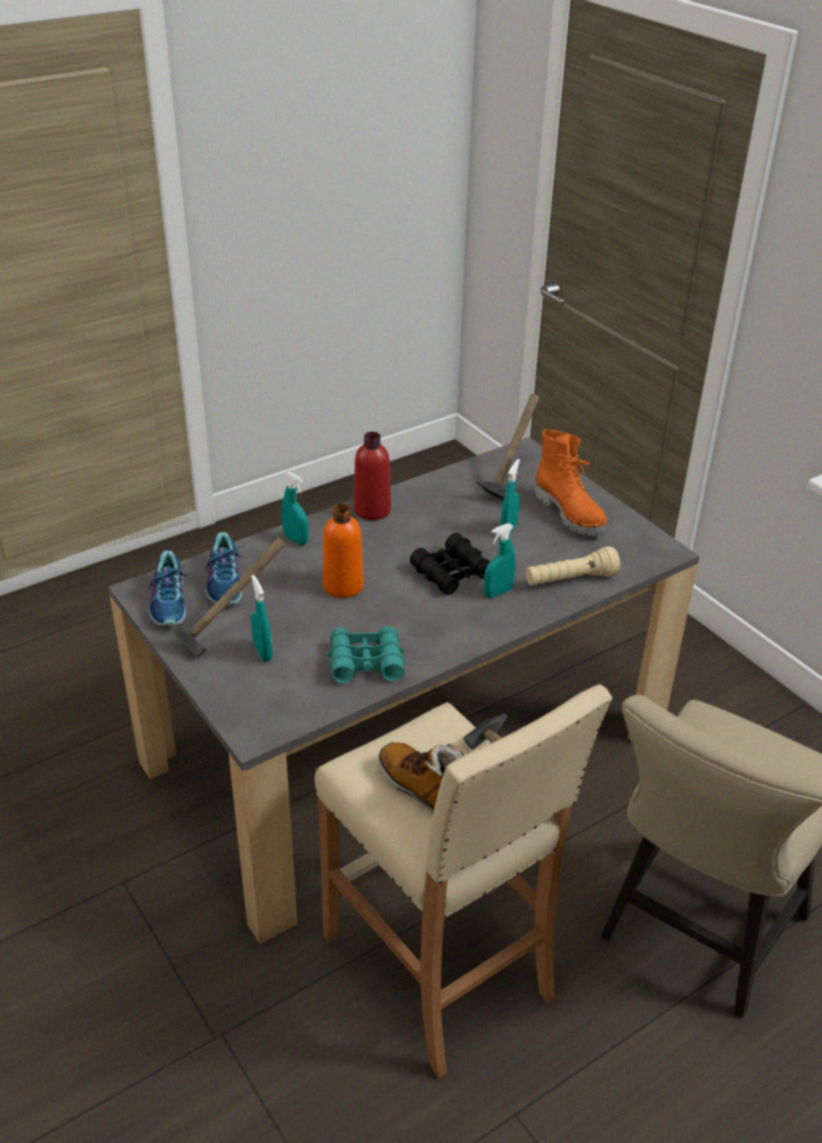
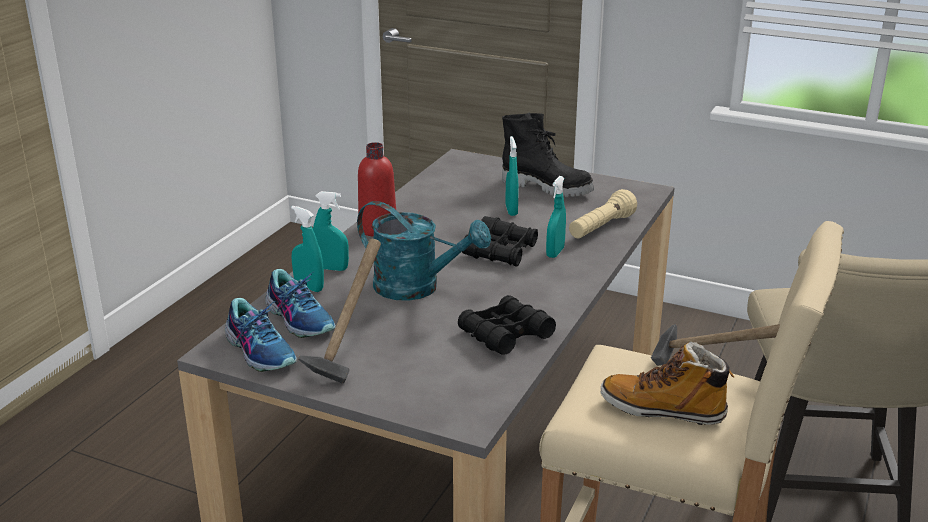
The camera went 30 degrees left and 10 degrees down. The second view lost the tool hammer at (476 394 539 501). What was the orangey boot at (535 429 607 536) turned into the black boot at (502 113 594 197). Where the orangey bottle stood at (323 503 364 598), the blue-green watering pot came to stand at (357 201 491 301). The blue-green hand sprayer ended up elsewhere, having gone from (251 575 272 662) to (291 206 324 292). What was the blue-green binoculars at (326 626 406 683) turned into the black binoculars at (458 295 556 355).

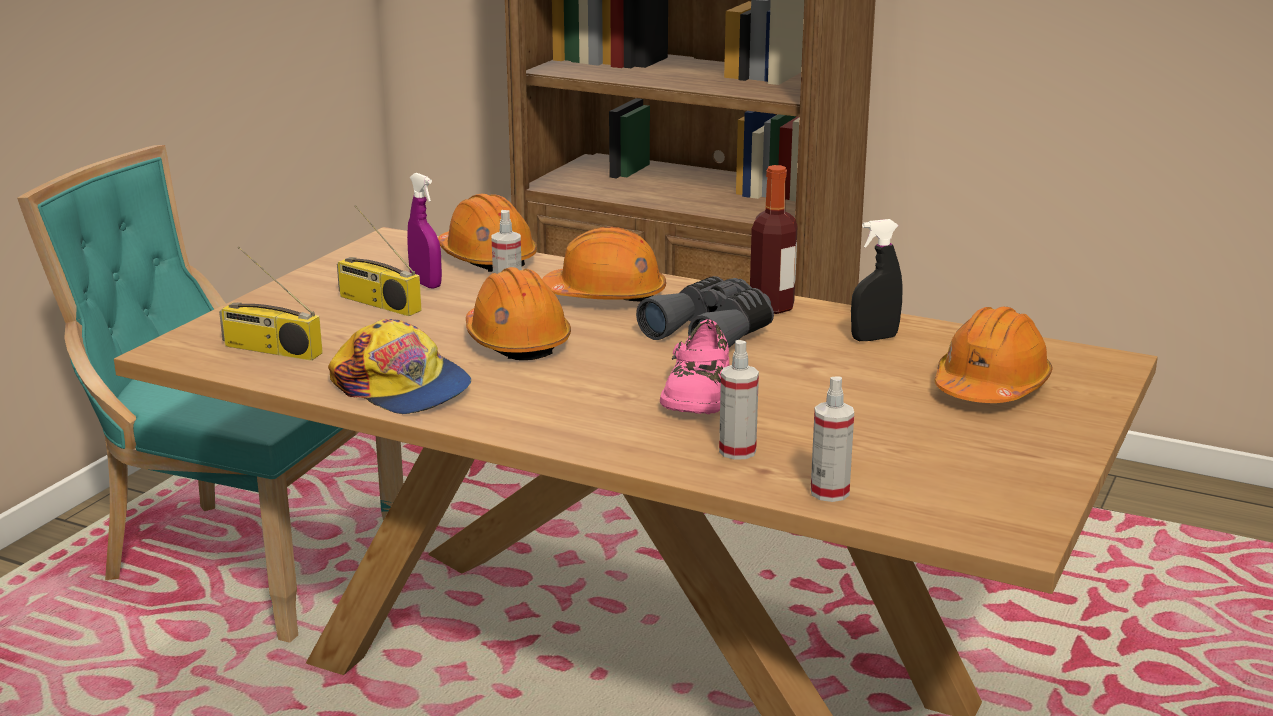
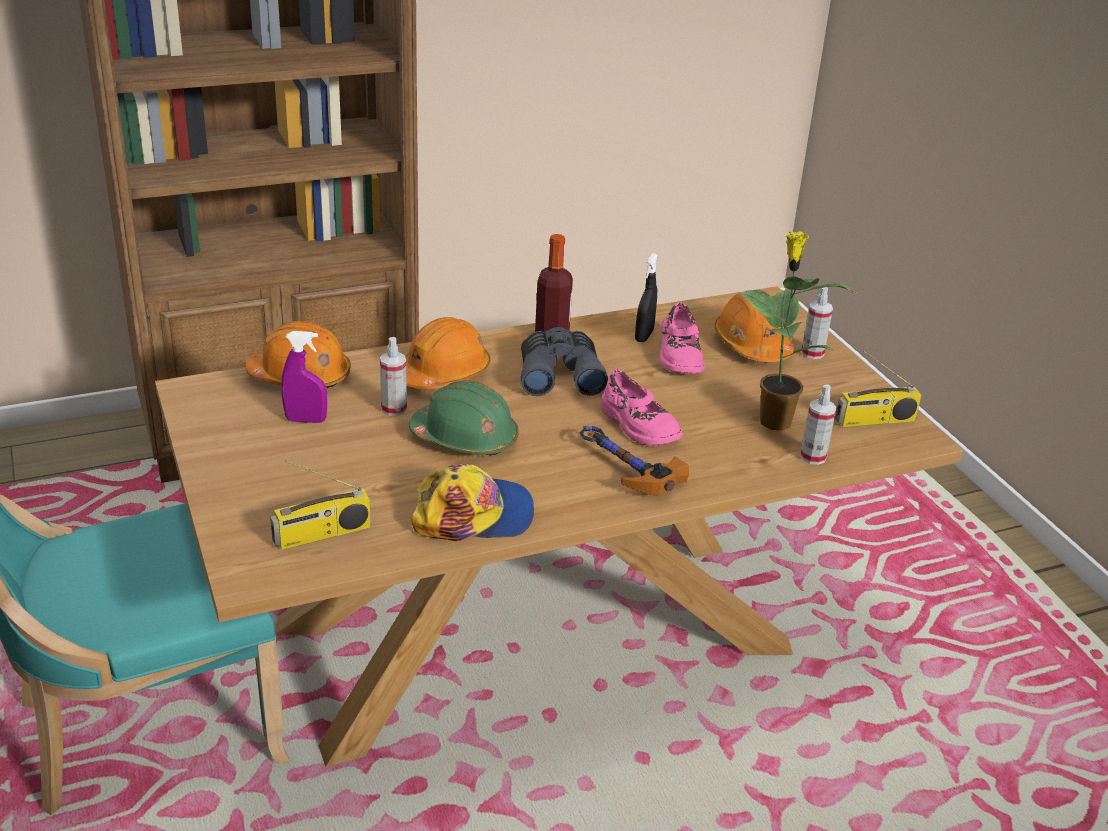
The camera went 50 degrees left and 10 degrees up. The radio receiver ended up elsewhere, having gone from (337 205 422 316) to (835 351 921 427). What was the orangey safety helmet at (466 267 571 360) turned into the green-coloured safety helmet at (409 381 519 456). The hand sprayer ended up elsewhere, having gone from (719 340 759 460) to (801 287 833 359). The second view gained the potted plant at (739 231 857 431). The second view gained the pink low shoe at (660 303 704 374). The second view gained the tool hammer at (580 426 689 495).

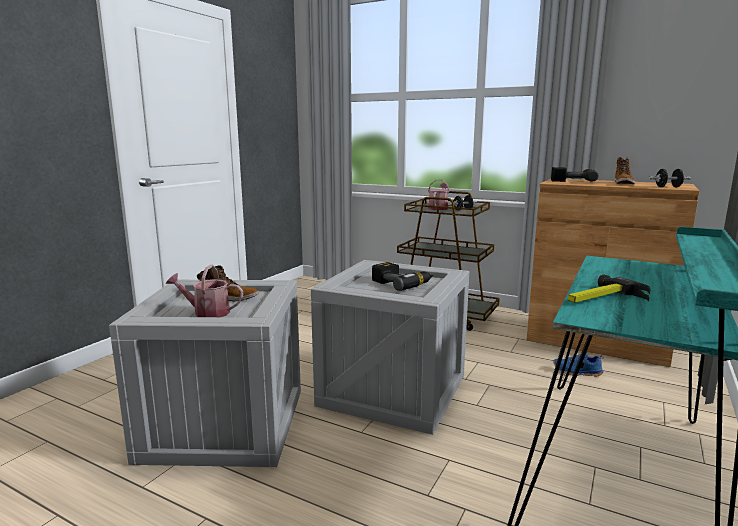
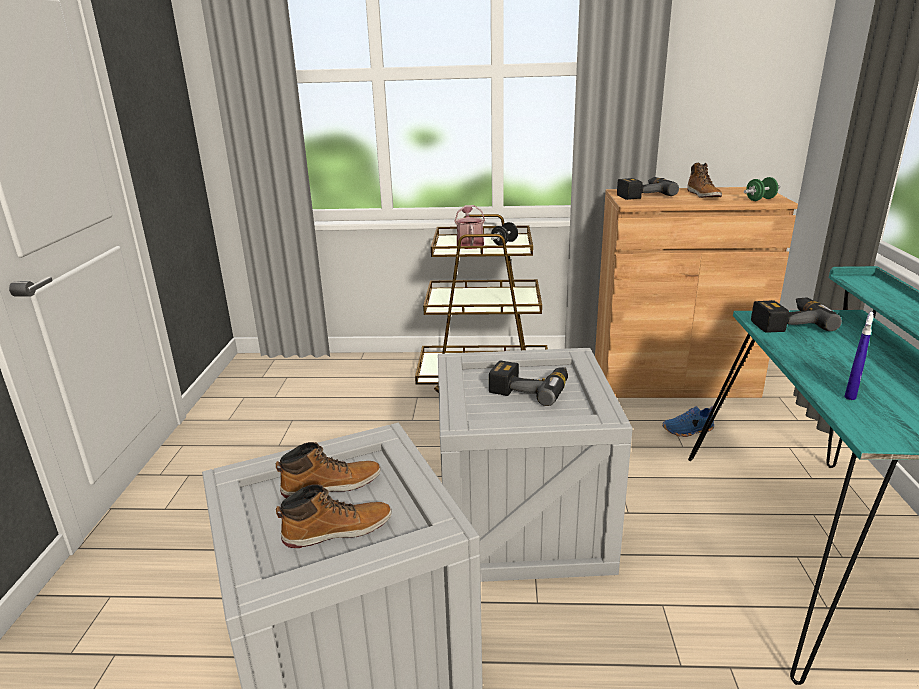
The camera went 25 degrees left and 10 degrees up. What was the black hand weight at (649 169 691 187) turned into the green-coloured hand weight at (744 177 781 201). Where the watering pot stood at (166 265 243 317), the boot came to stand at (276 484 392 548). Where the tool hammer stood at (568 274 650 303), the blue hand sprayer came to stand at (844 312 874 400). The second view gained the power drill at (751 298 842 333).

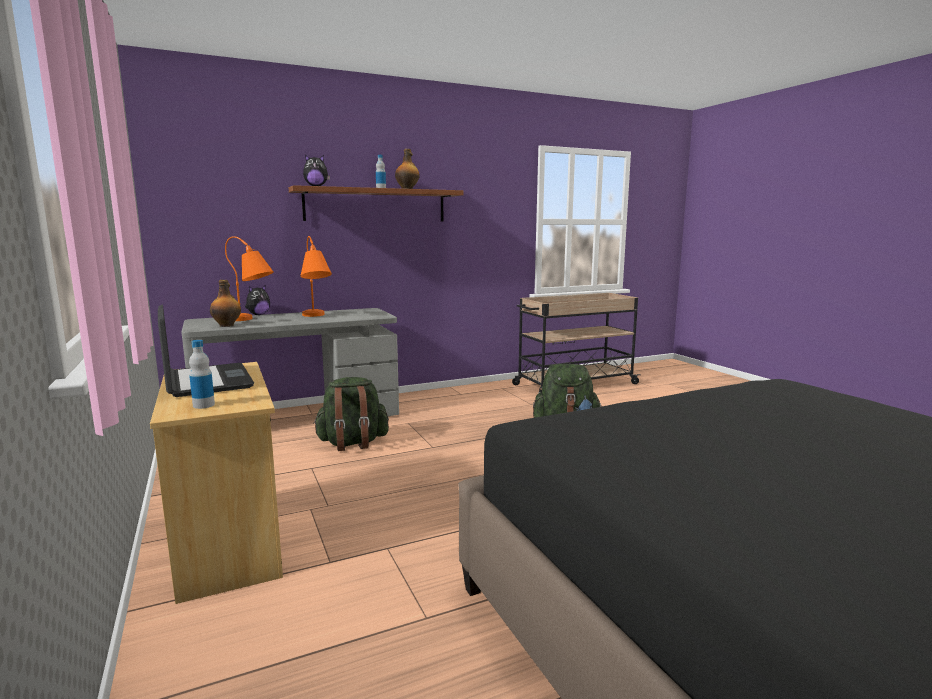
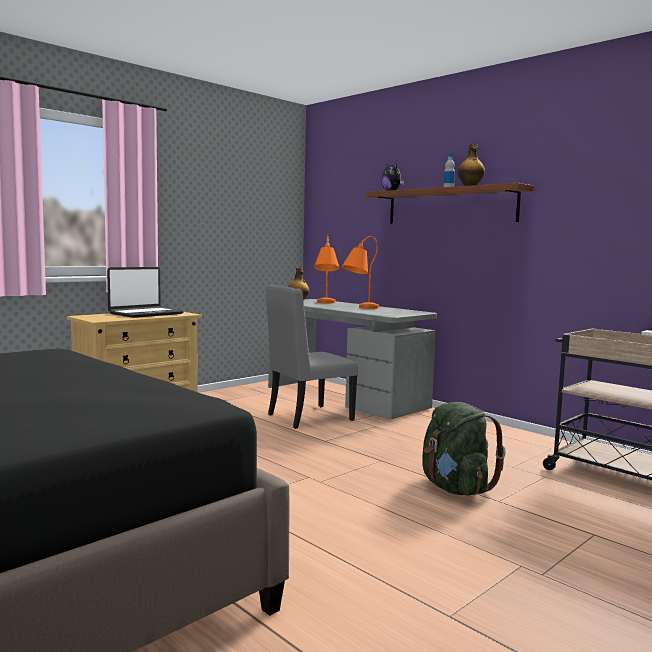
The camera went 70 degrees right and 5 degrees down. The second view lost the plush toy at (245 285 270 315). The second view lost the bottle at (189 340 215 409). Where the green-coloured backpack stood at (313 377 389 451), the grey plain chair came to stand at (265 285 358 429).

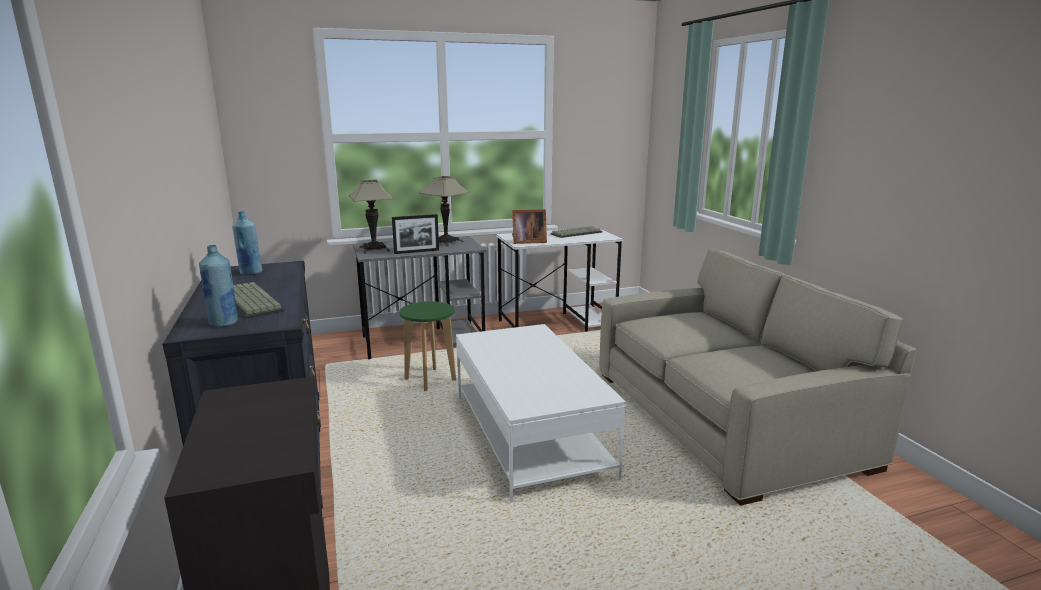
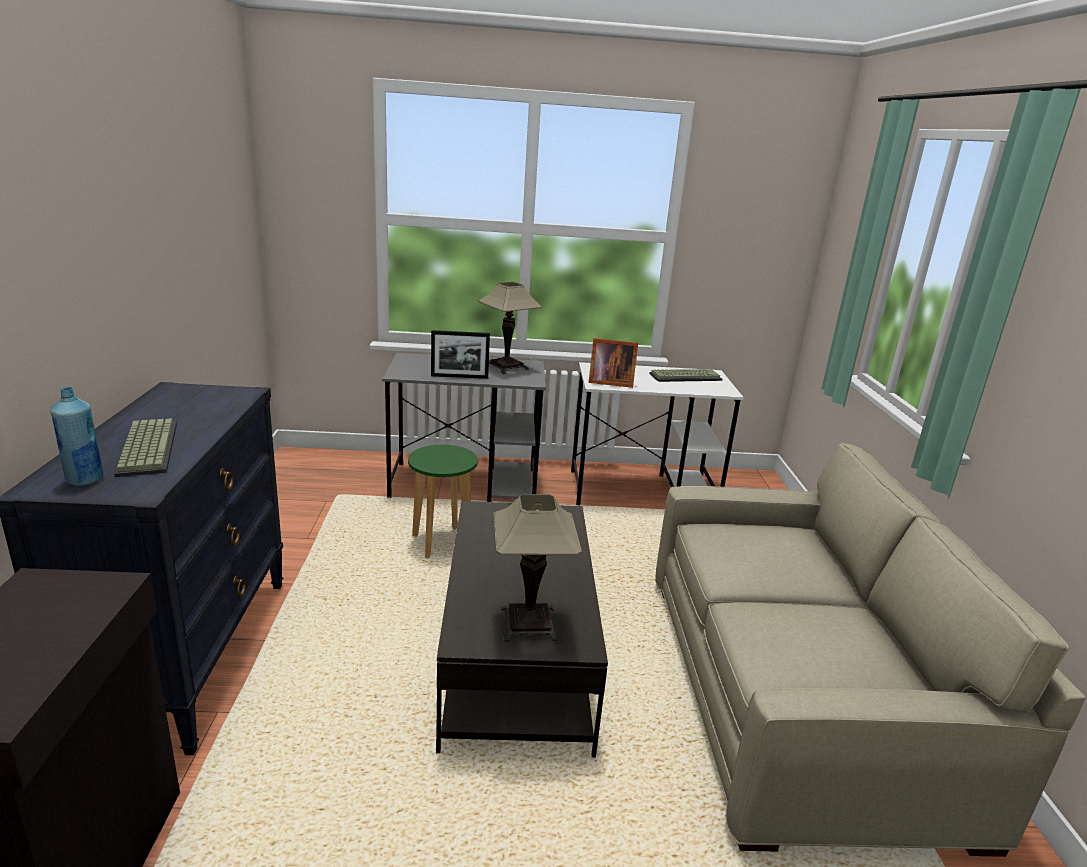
The camera went 15 degrees right and 5 degrees up. The table lamp ended up elsewhere, having gone from (348 180 394 254) to (493 494 582 642). The second view lost the blue bottle at (232 211 262 275). What was the white coffee table at (456 324 626 502) turned into the black coffee table at (436 501 608 757).

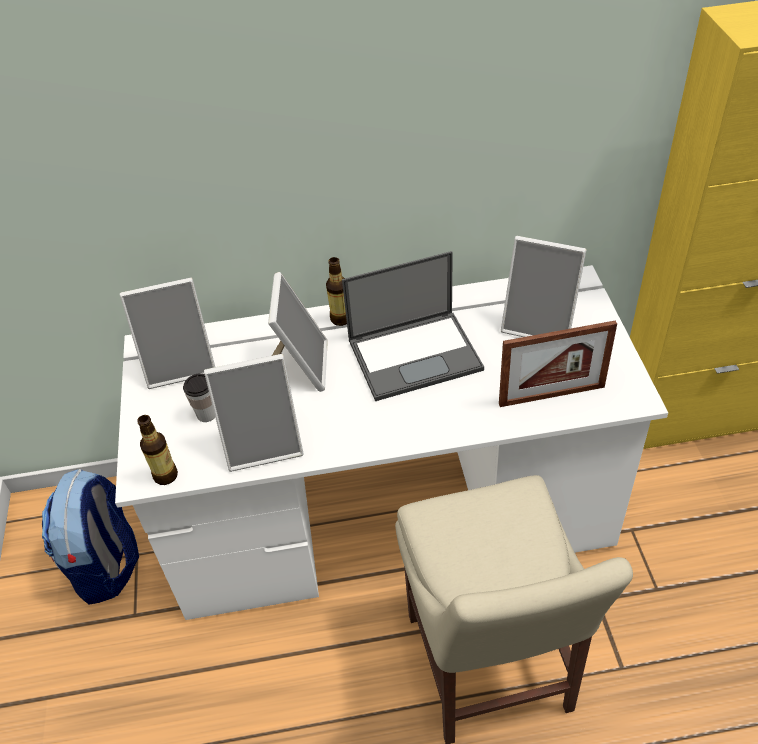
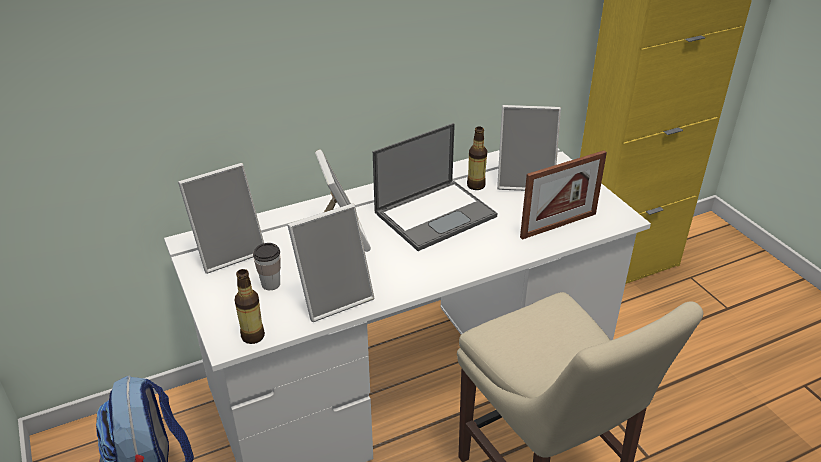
The camera went 20 degrees left and 10 degrees down. The bottle ended up elsewhere, having gone from (326 257 347 326) to (467 127 487 190).

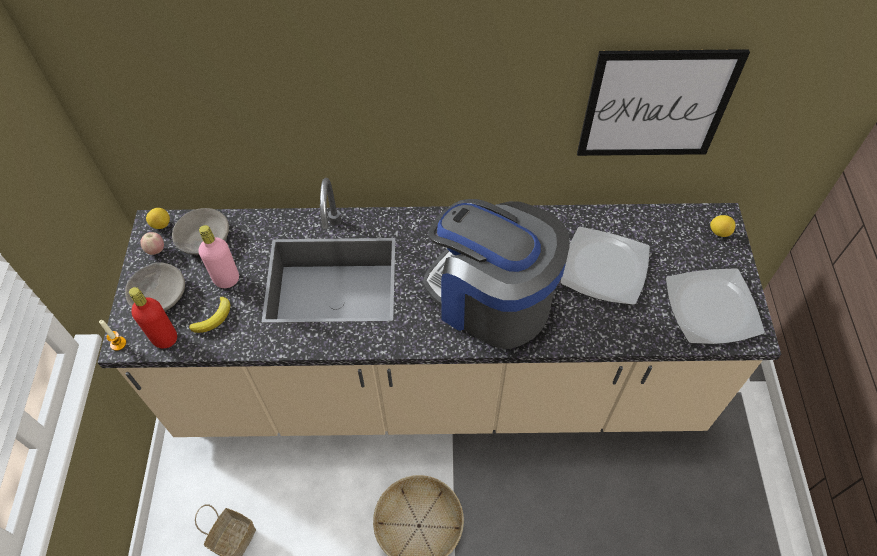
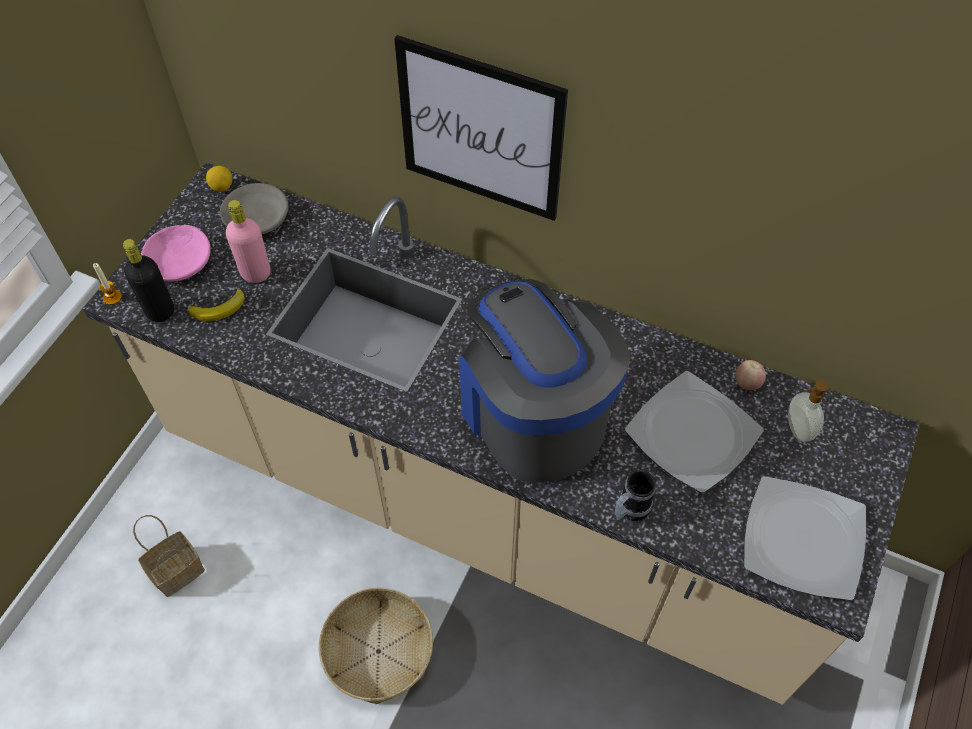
The camera went 25 degrees right and 0 degrees up. The picture ended up elsewhere, having gone from (577 49 750 156) to (394 35 568 221). The second view lost the whole lemon at (710 215 736 237). The apple fruit ended up elsewhere, having gone from (140 232 164 255) to (735 360 766 390). What was the grey deep dish at (125 262 185 311) turned into the pink deep dish at (141 225 211 282). What was the red-coloured bottle at (129 287 177 348) turned into the black bottle at (123 239 174 322). The second view gained the soap bottle at (788 380 829 442). The second view gained the mug at (614 470 656 521).

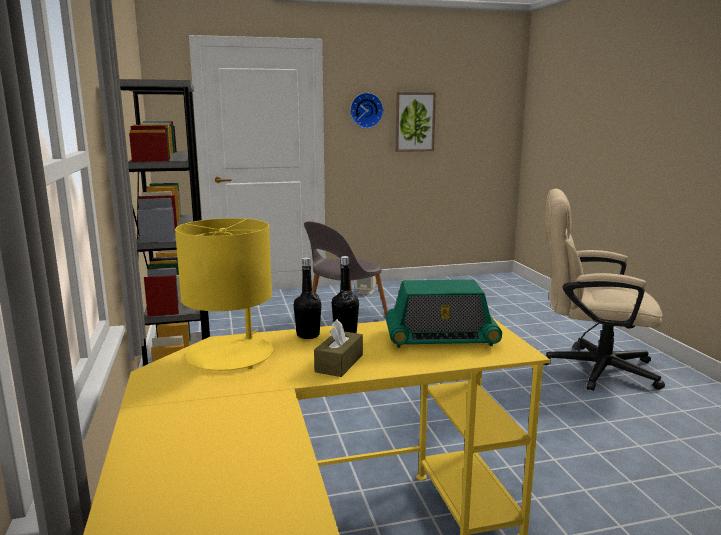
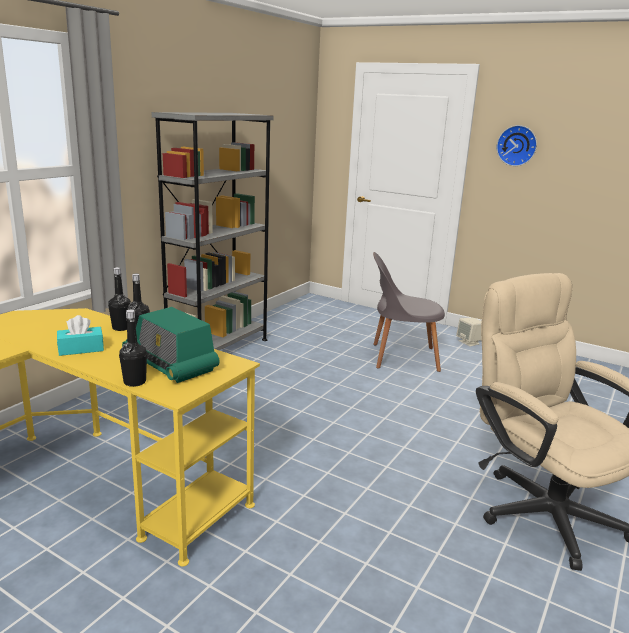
The camera went 45 degrees right and 5 degrees up. The second view lost the picture at (395 92 436 152). The second view lost the yellow table lamp at (175 218 274 371). What was the brown-coloured tissue holder at (314 319 363 377) turned into the blue-green tissue holder at (57 315 104 356). The second view gained the black bottle at (119 310 147 387).

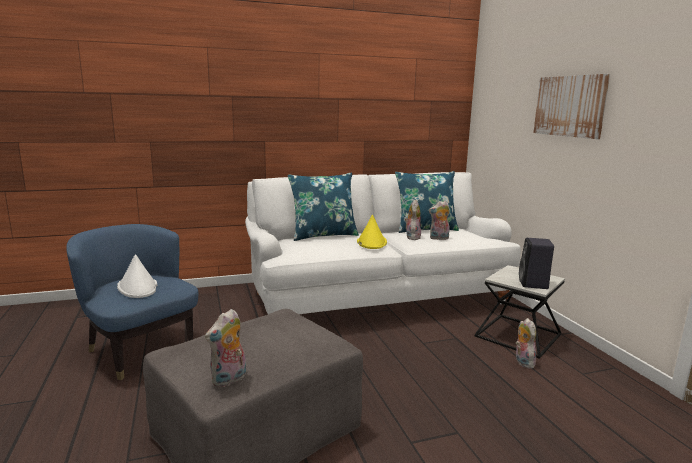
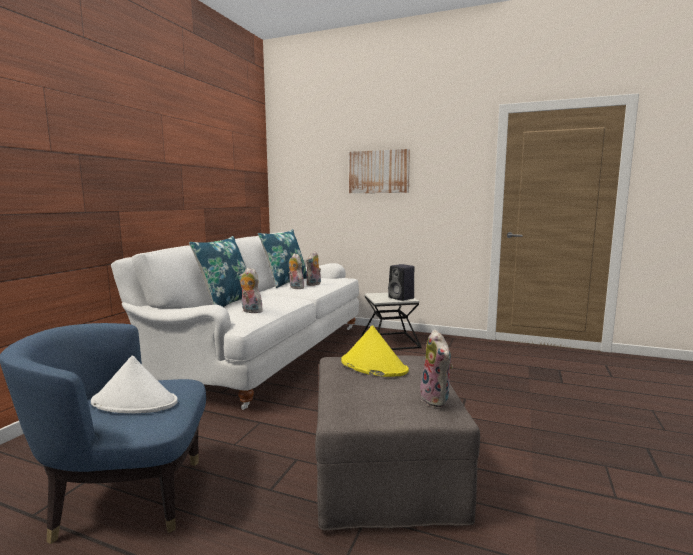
The camera went 50 degrees left and 5 degrees down. The yellow wearable hat ended up elsewhere, having gone from (357 215 387 249) to (341 325 409 377). The plush toy ended up elsewhere, having gone from (515 318 536 369) to (239 268 264 313).

